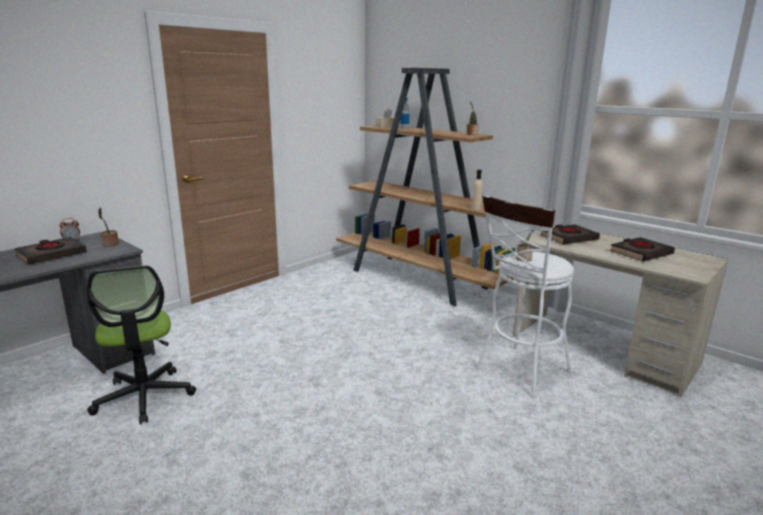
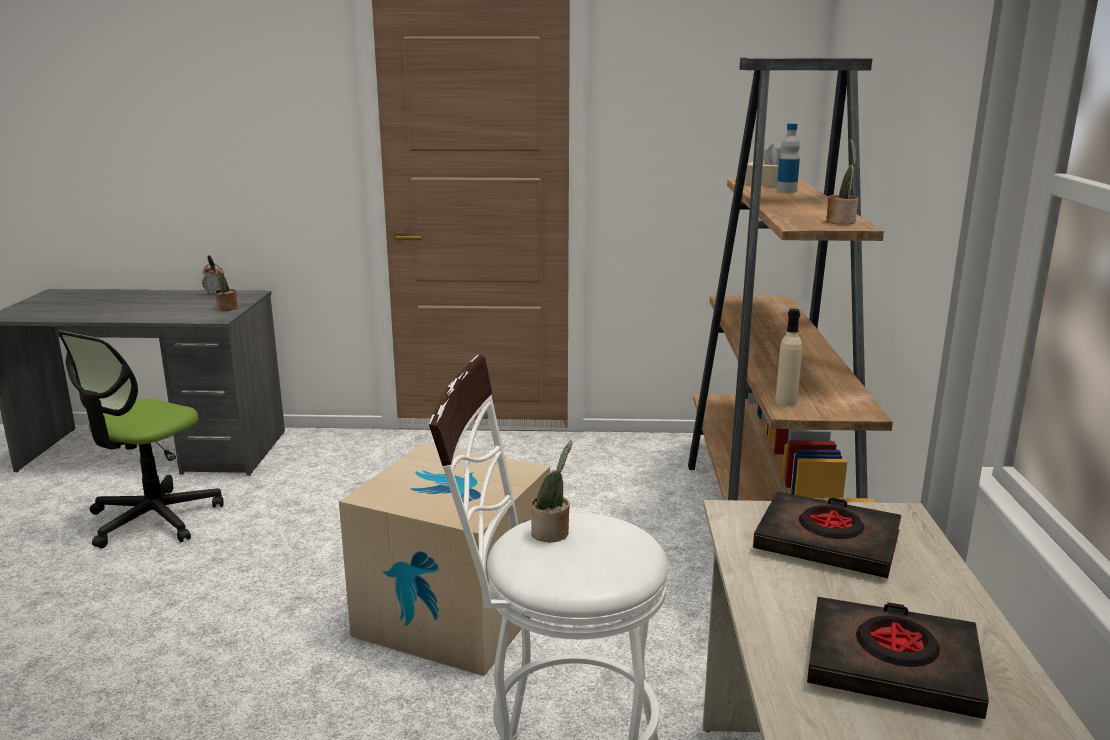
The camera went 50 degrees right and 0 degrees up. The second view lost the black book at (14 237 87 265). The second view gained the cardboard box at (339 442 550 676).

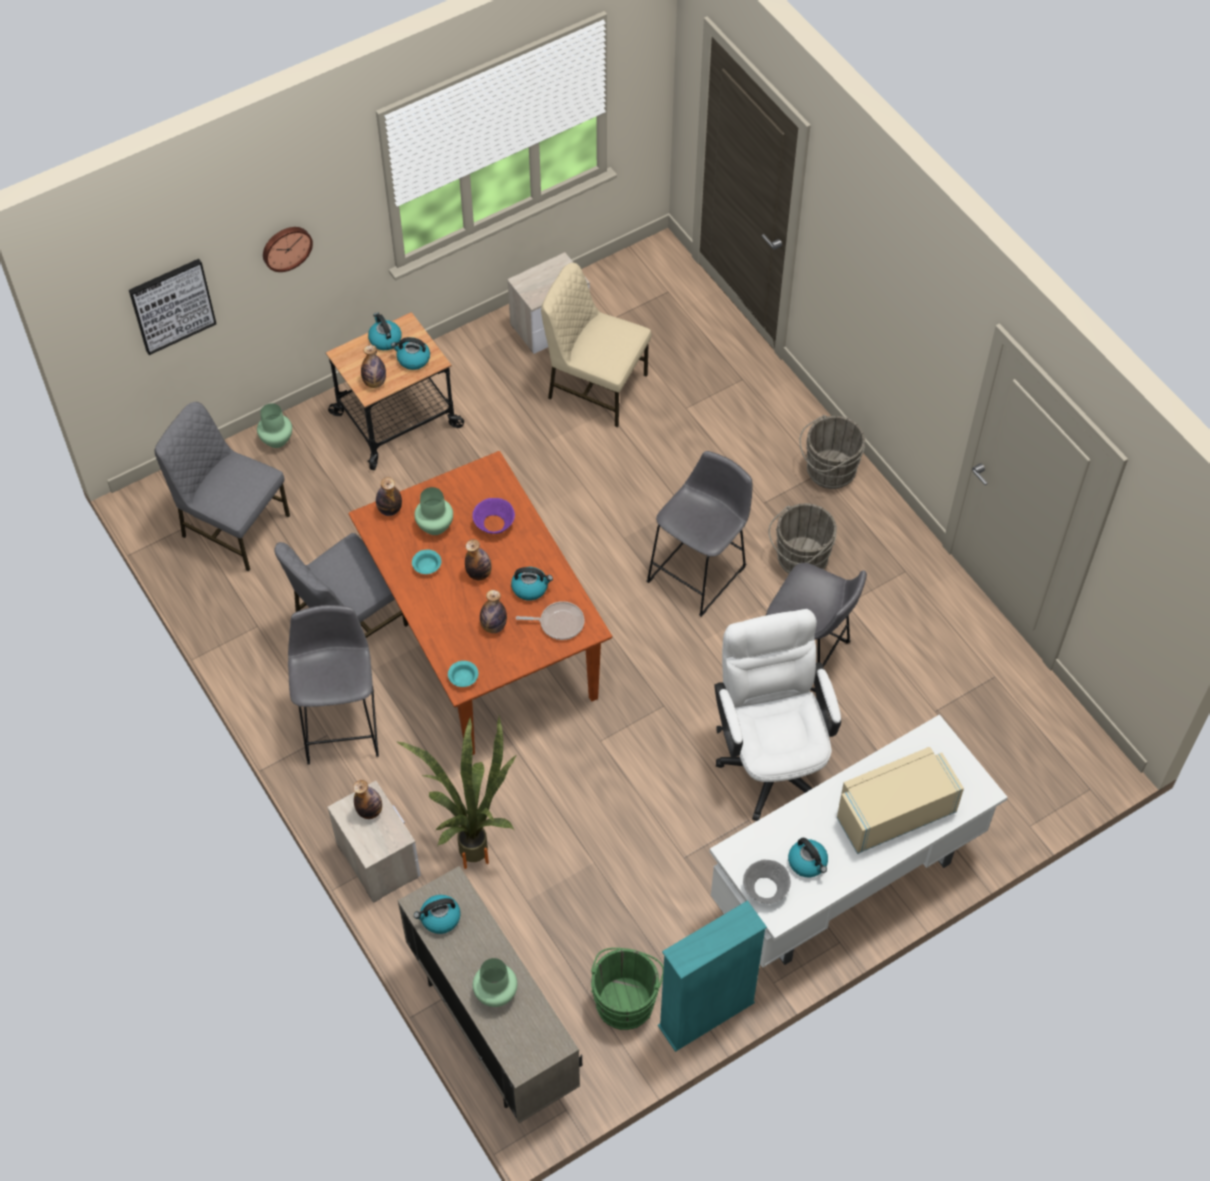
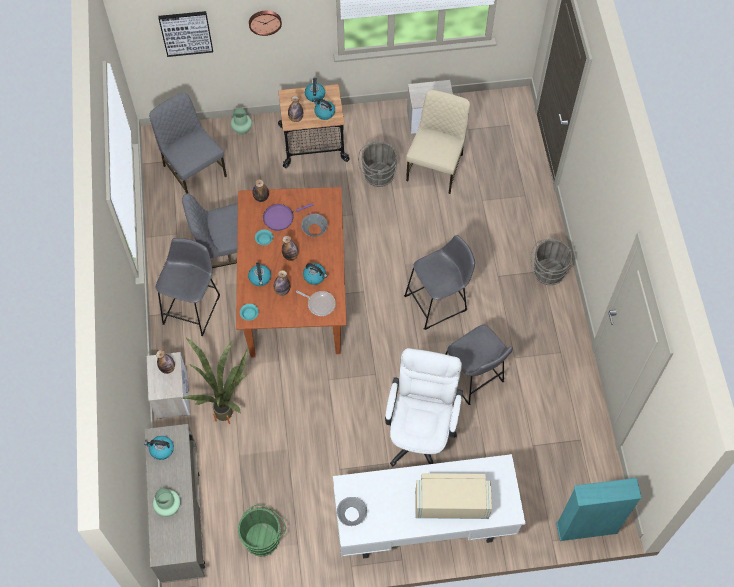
The camera went 25 degrees right and 5 degrees up. The beige-coloured plain chair at (541 263 651 427) ended up facing another way, 60 degrees clockwise from before. Where the green-coloured flower vase stood at (414 487 453 535), the purple frying pan came to stand at (263 203 313 231). What was the purple deep dish at (472 498 515 534) turned into the grey deep dish at (301 214 328 237). The grey pail ended up elsewhere, having gone from (769 503 837 574) to (358 141 397 187). The tea kettle ended up elsewhere, having gone from (788 837 828 877) to (248 262 271 286). The blue-green bookcase ended up elsewhere, having gone from (658 900 767 1052) to (556 478 642 541).

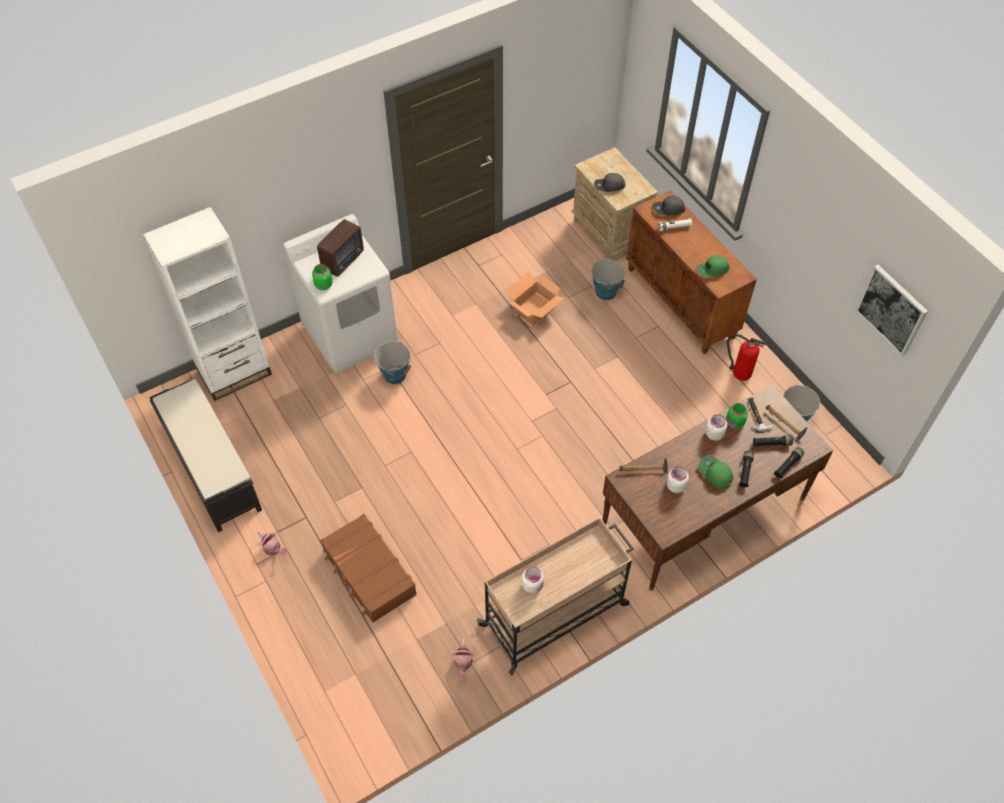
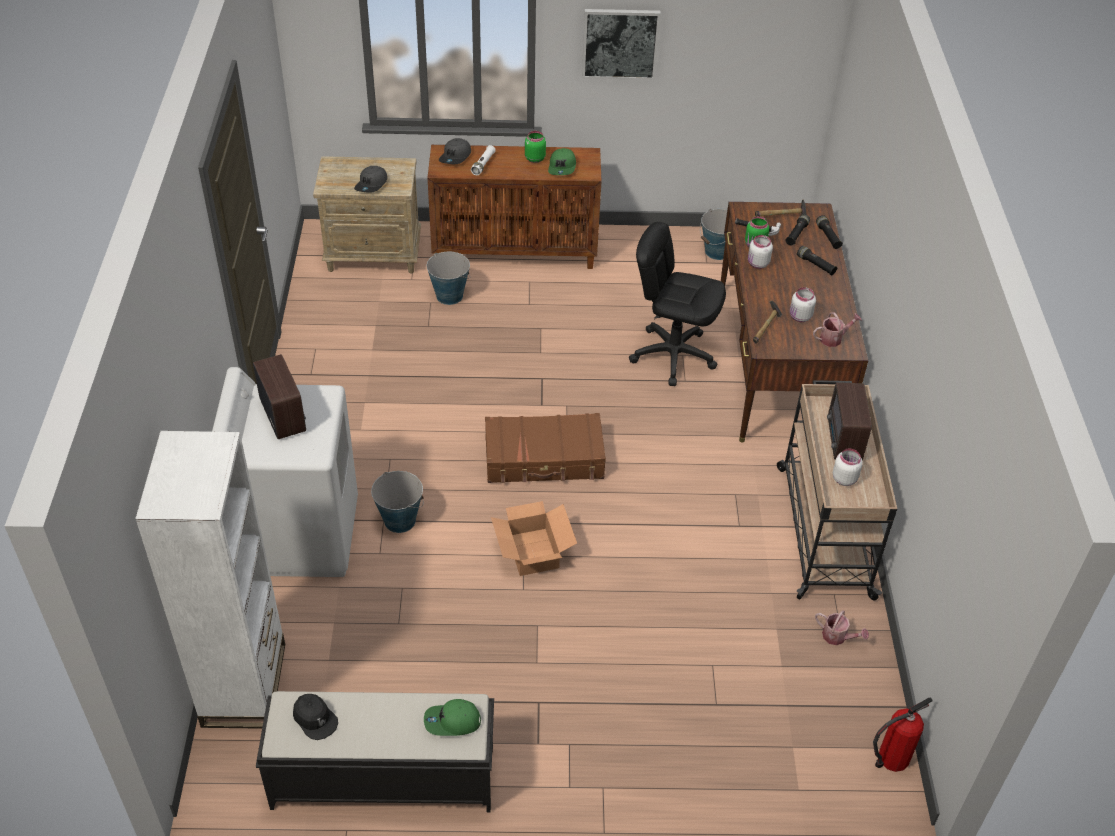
The camera went 60 degrees left and 10 degrees down. The green-coloured storage jar ended up elsewhere, having gone from (312 264 332 290) to (525 131 546 163). The picture ended up elsewhere, having gone from (855 265 928 356) to (582 9 661 80). The cardboard box ended up elsewhere, having gone from (505 271 565 325) to (491 501 577 576). The extinguisher ended up elsewhere, having gone from (727 334 766 381) to (873 697 932 772). The green-coloured peaked cap ended up elsewhere, having gone from (698 456 733 489) to (424 699 481 736). The brown-coloured piece of luggage ended up elsewhere, having gone from (320 514 417 623) to (485 413 606 483). The watering pot ended up elsewhere, having gone from (257 531 287 555) to (813 312 862 347). The second view gained the black desk chair at (629 222 726 386). The second view gained the radio receiver at (827 382 872 460). The second view gained the black peaked cap at (293 694 338 740).

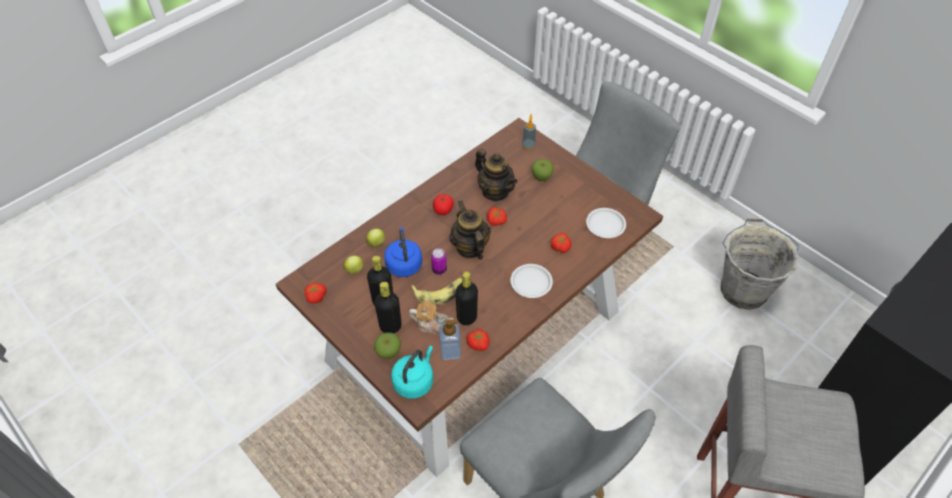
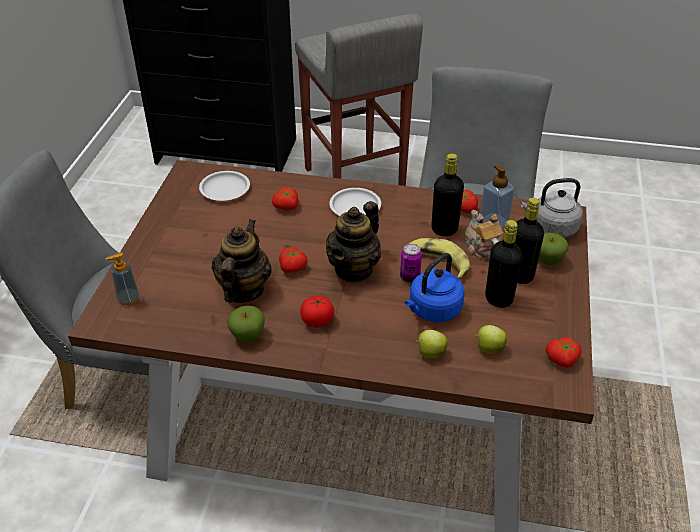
The camera went 125 degrees left and 10 degrees down. The apple fruit ended up elsewhere, having gone from (532 159 554 181) to (227 306 265 342). The second view lost the grey pail at (721 218 799 310). What was the blue-green tea kettle at (391 346 433 399) turned into the grey tea kettle at (520 178 583 238).

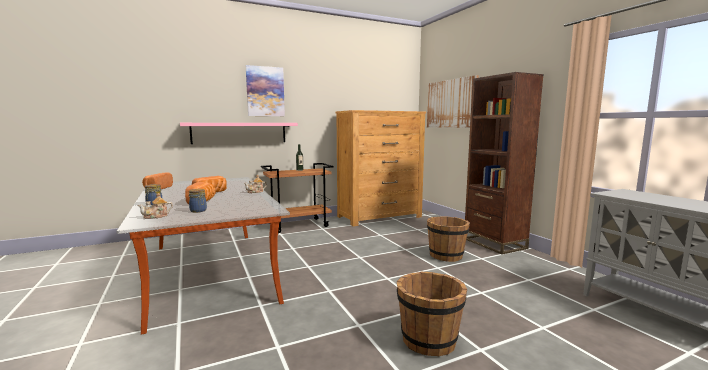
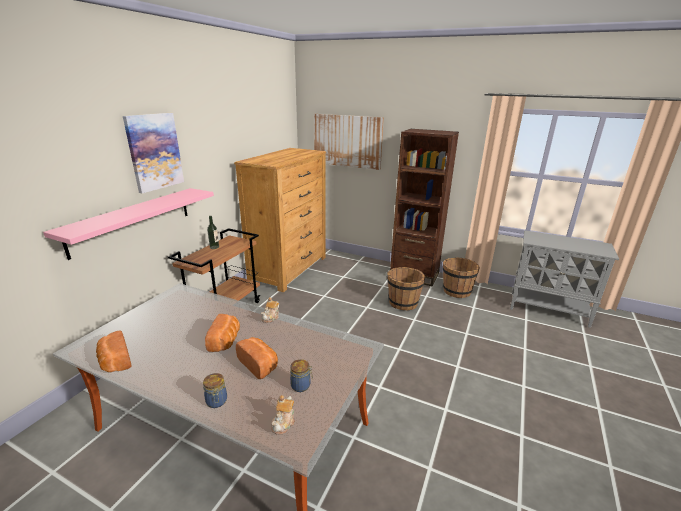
The camera went 40 degrees left and 15 degrees up. The brown-coloured pail ended up elsewhere, having gone from (397 272 467 356) to (443 257 480 298).

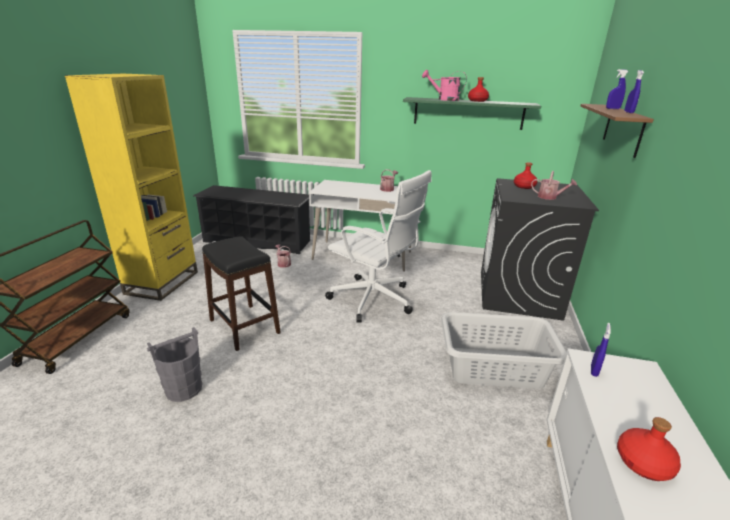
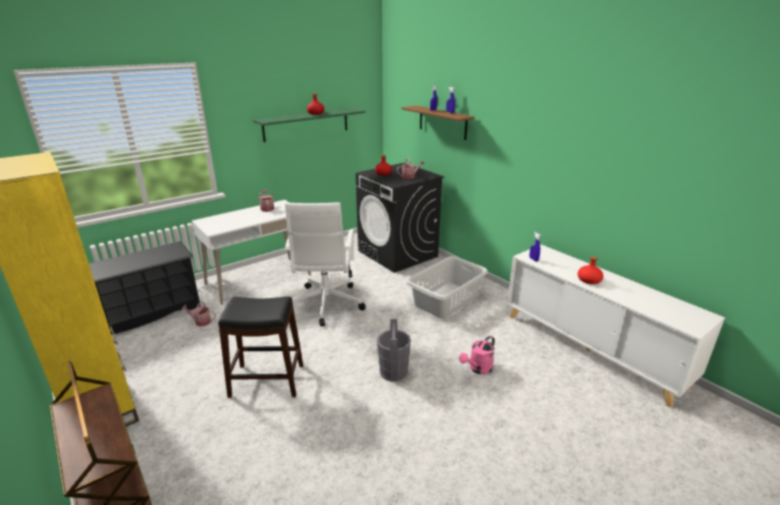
The camera went 50 degrees left and 0 degrees up. The pink watering pot ended up elsewhere, having gone from (422 70 467 101) to (459 336 495 375). The white desk chair at (325 170 432 323) ended up facing another way, 105 degrees clockwise from before. The grey pail ended up elsewhere, having gone from (147 327 202 402) to (377 319 411 381).

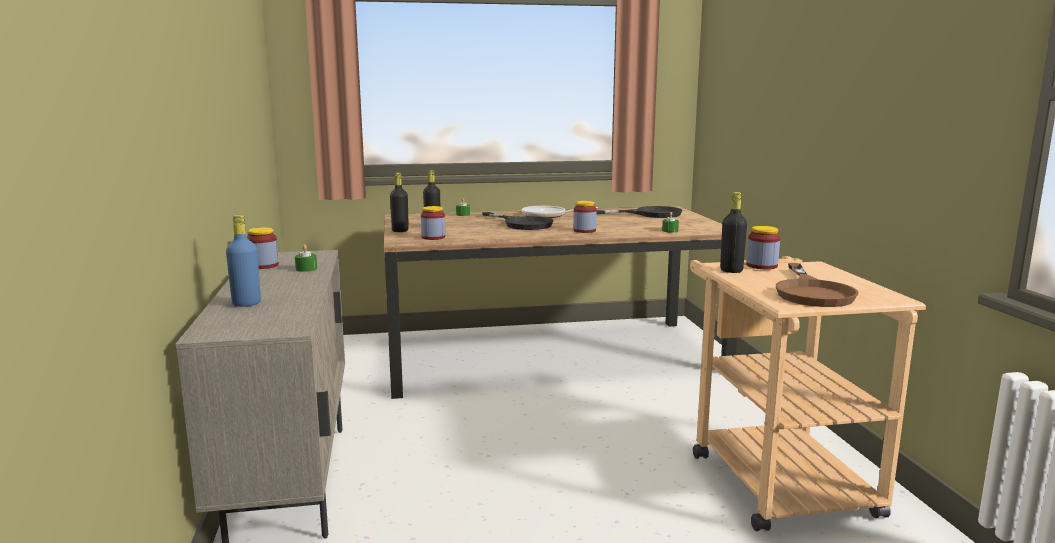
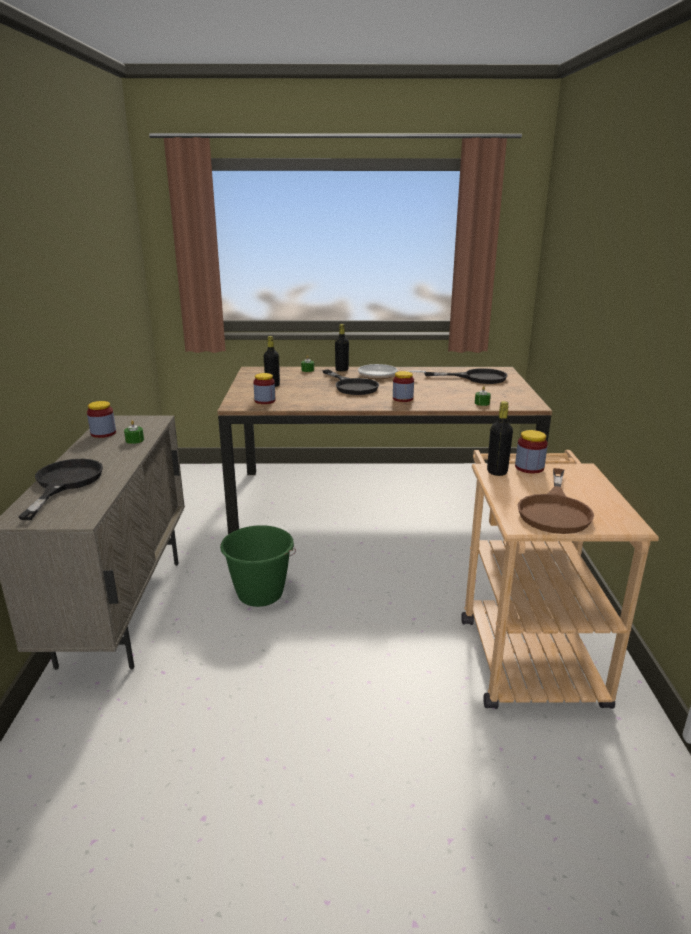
The camera went 10 degrees right and 10 degrees up. The black bottle ended up elsewhere, having gone from (390 173 409 232) to (335 324 349 372). Where the blue bottle stood at (226 215 261 307), the black frying pan came to stand at (18 459 103 520). The second view gained the green-coloured pail at (220 525 296 607).

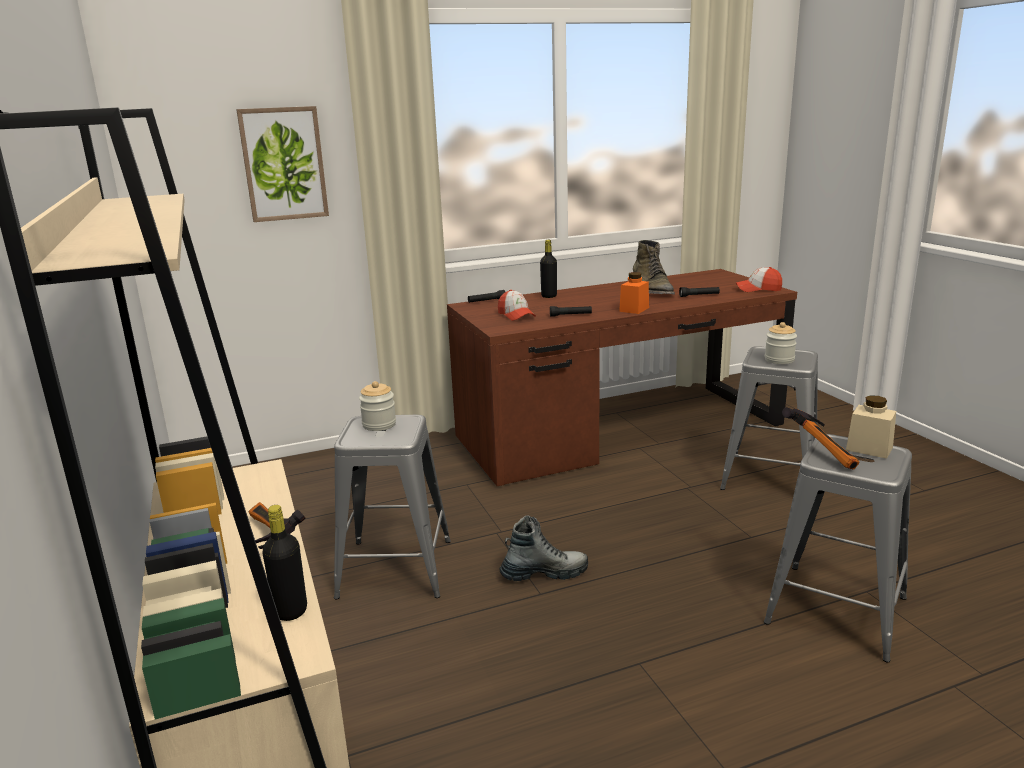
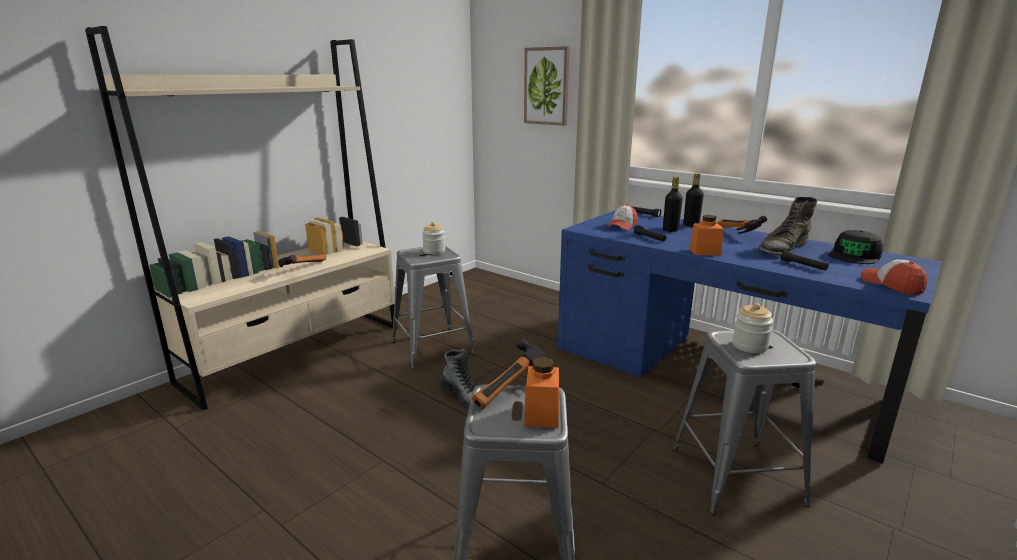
The camera went 60 degrees right and 0 degrees up. What was the brown-coloured desk at (447 269 797 486) turned into the blue desk at (558 210 942 464). What was the beige-coloured storage jar at (846 395 896 459) turned into the orangey storage jar at (524 357 559 428). The black bottle ended up elsewhere, having gone from (263 505 307 621) to (663 177 683 232). The second view gained the tool hammer at (717 216 767 234). The second view gained the black peaked cap at (829 230 883 264).

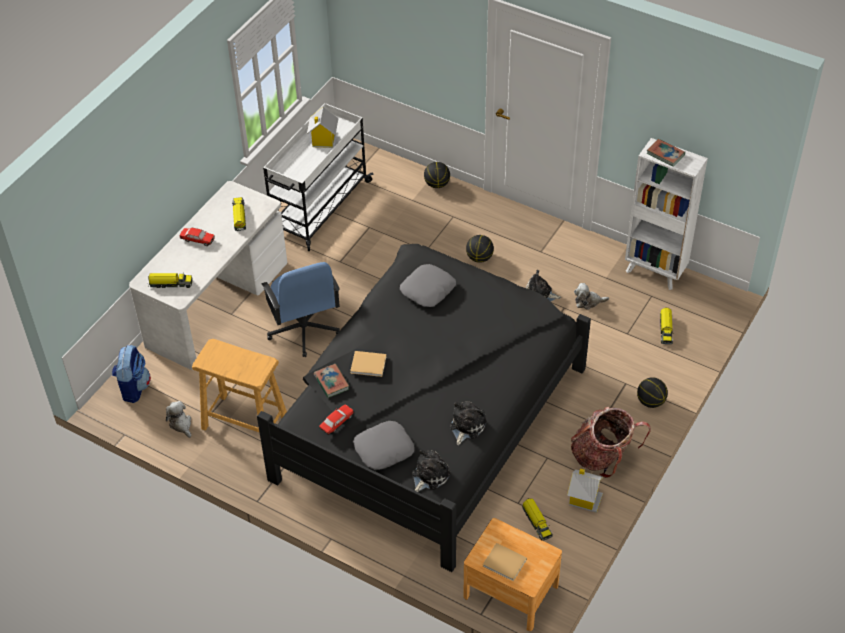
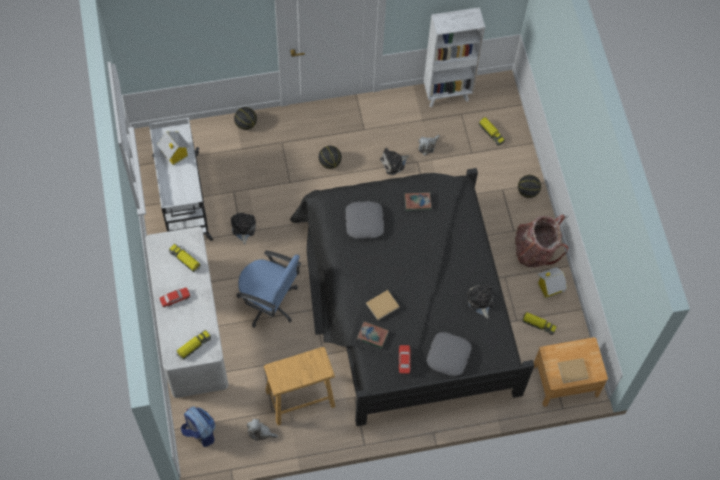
The camera went 45 degrees left and 15 degrees up. The book ended up elsewhere, having gone from (647 139 685 167) to (405 192 432 211). The plush toy ended up elsewhere, having gone from (413 450 451 492) to (231 213 256 245).

